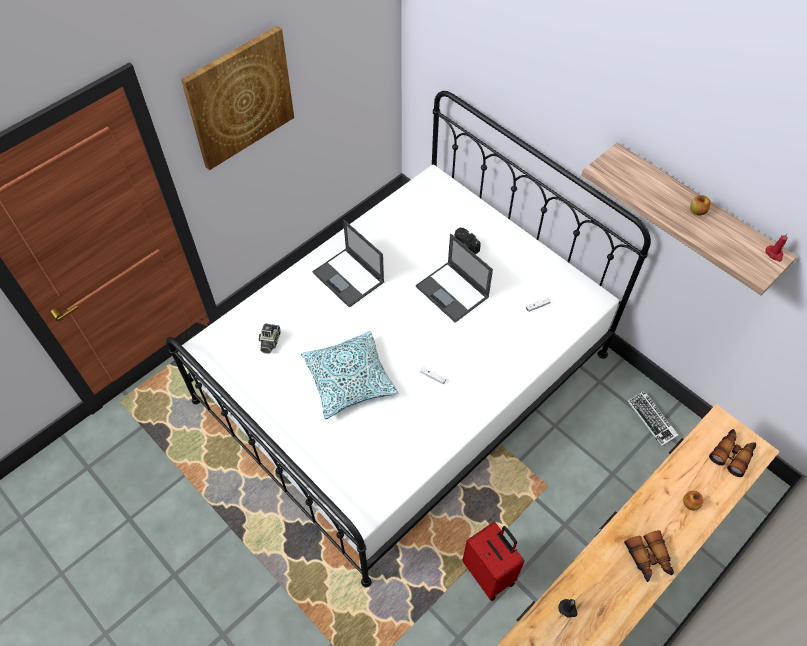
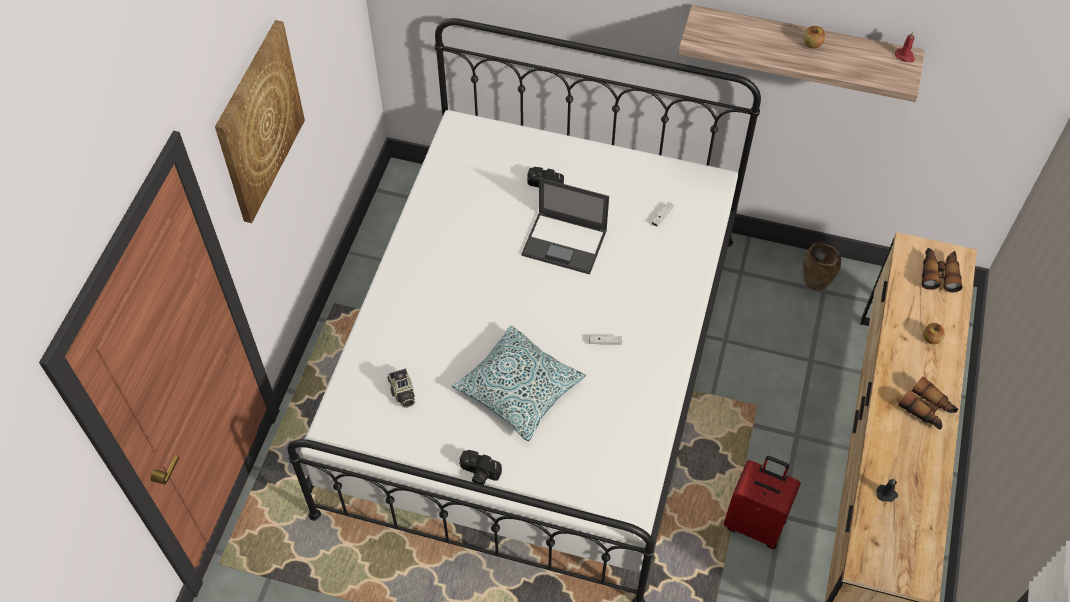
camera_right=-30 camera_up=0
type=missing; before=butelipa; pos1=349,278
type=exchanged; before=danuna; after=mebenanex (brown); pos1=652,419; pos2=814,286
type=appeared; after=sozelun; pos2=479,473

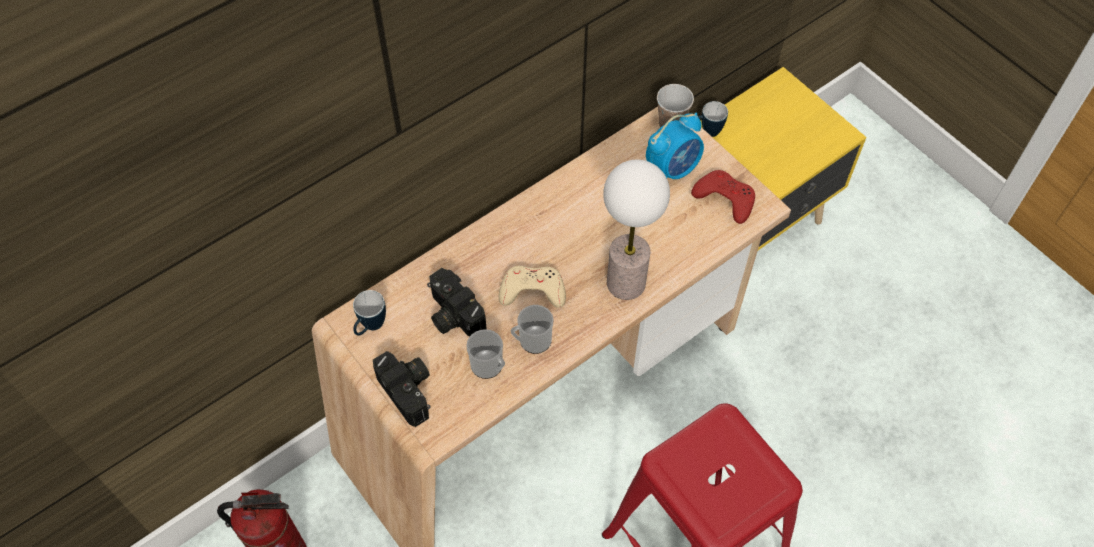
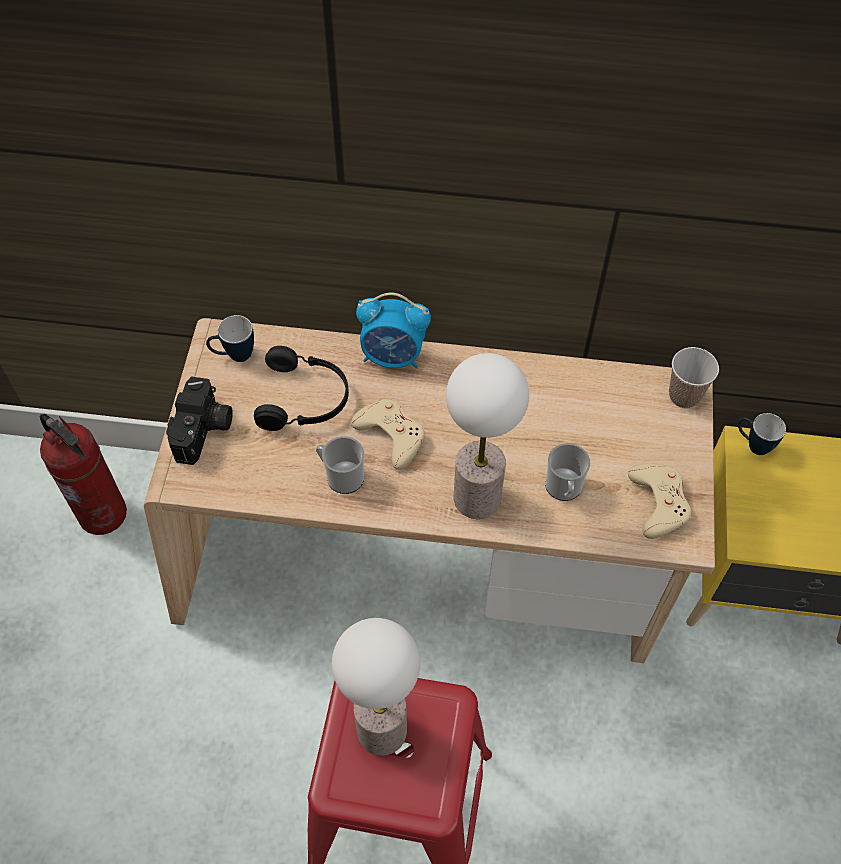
camera_right=45 camera_up=0
type=relocated; before=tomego; pos1=673,169; pos2=393,356
type=colour; before=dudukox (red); after=dudukox (beige); pos1=725,198; pos2=658,502
type=exchanged; before=sozelun; after=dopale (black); pos1=451,314; pos2=305,399
type=relocated; before=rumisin; pos1=489,367; pos2=563,489
type=appeared; after=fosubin; pos2=382,731

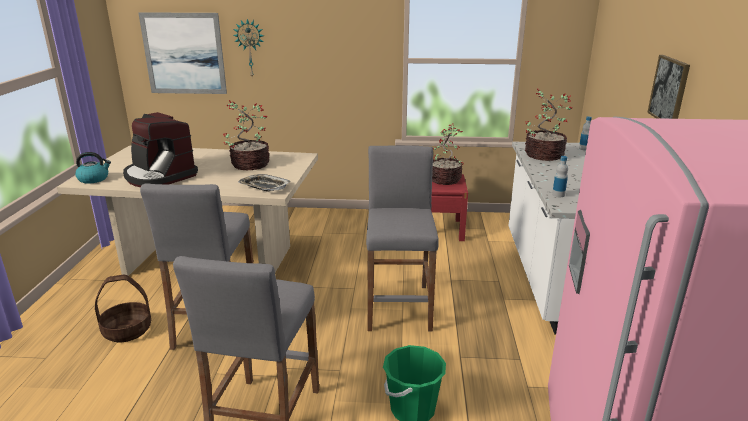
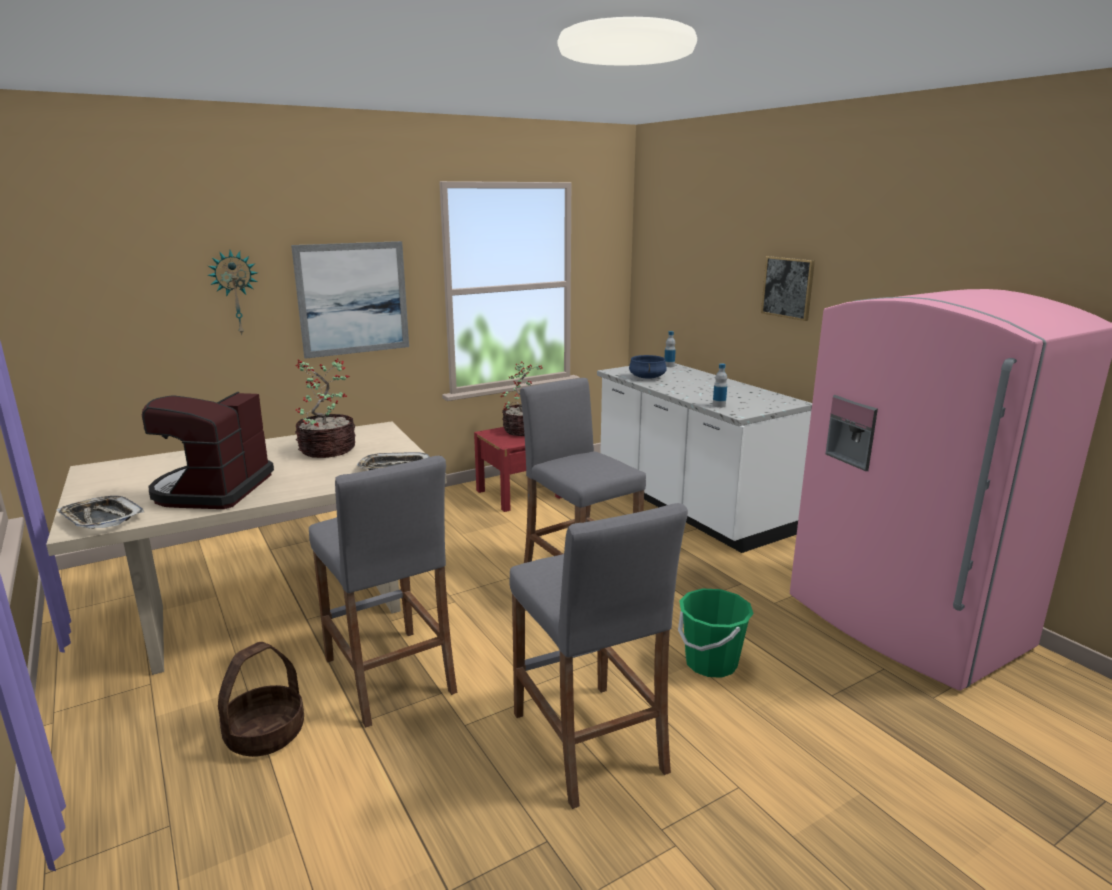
camera_right=-35 camera_up=-5
type=relocated; before=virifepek; pos1=184,54; pos2=353,298
type=exchanged; before=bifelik; after=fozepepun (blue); pos1=542,155; pos2=646,377
type=spun; before=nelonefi; pos1=159,176; pos2=212,490; turn=90
type=exchanged; before=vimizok; after=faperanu; pos1=94,179; pos2=101,518

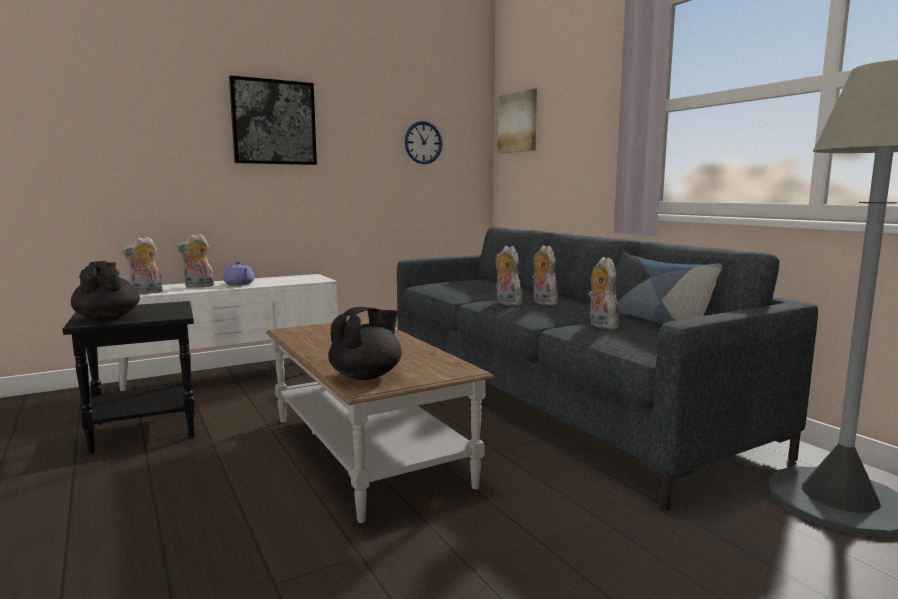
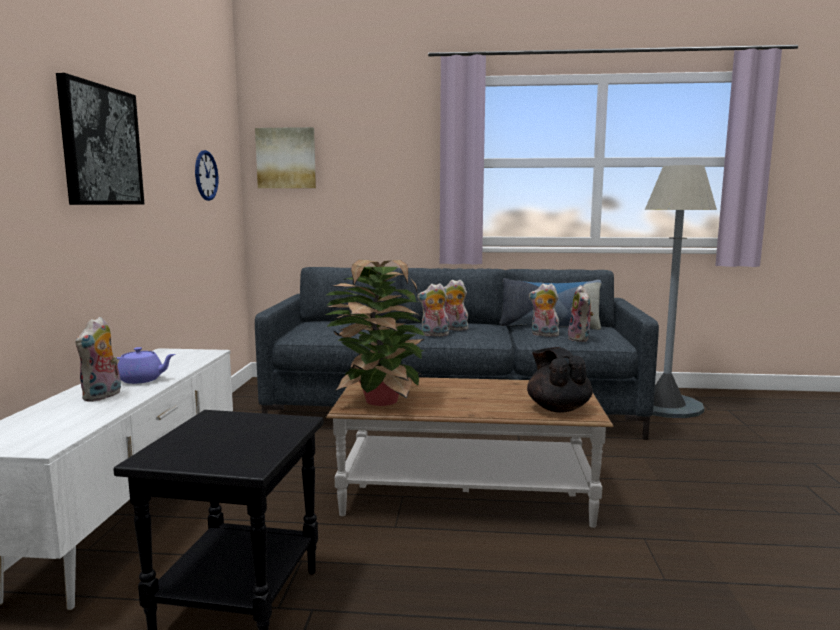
camera_right=-55 camera_up=0
type=relocated; before=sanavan; pos1=146,292; pos2=580,339
type=missing; before=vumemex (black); pos1=107,318
type=appeared; after=bifelik; pos2=378,401

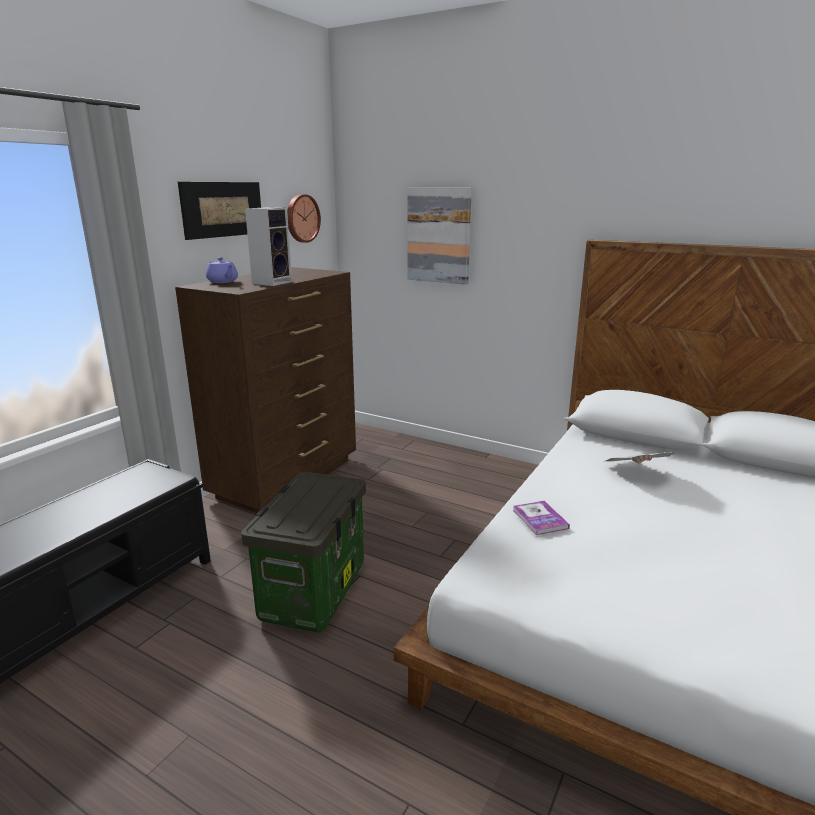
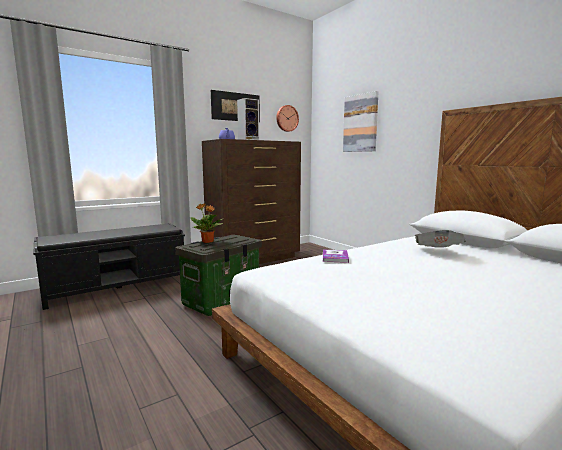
camera_right=25 camera_up=-10
type=appeared; after=bifelik; pos2=208,242

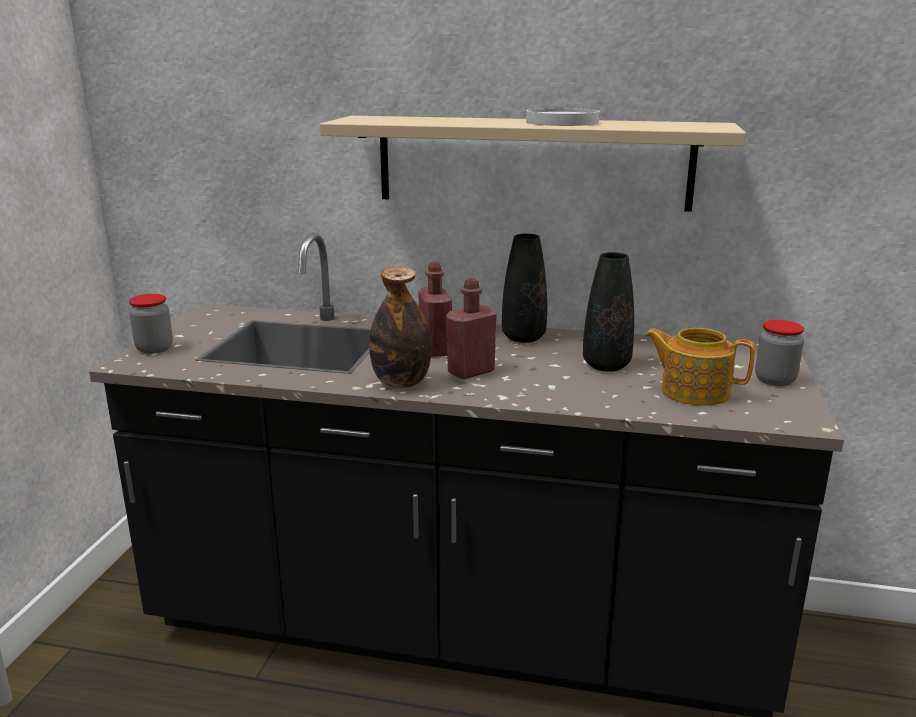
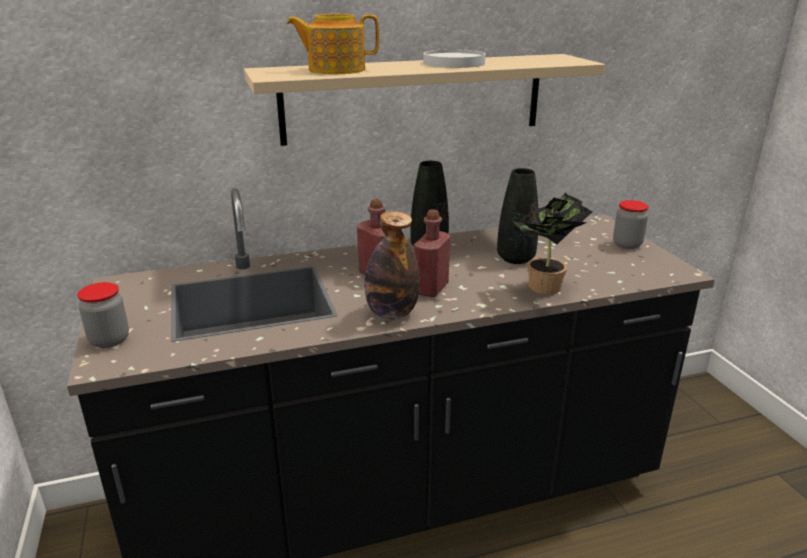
camera_right=-30 camera_up=5
type=relocated; before=vumemex; pos1=693,391; pos2=335,69
type=appeared; after=bifelik; pos2=545,289

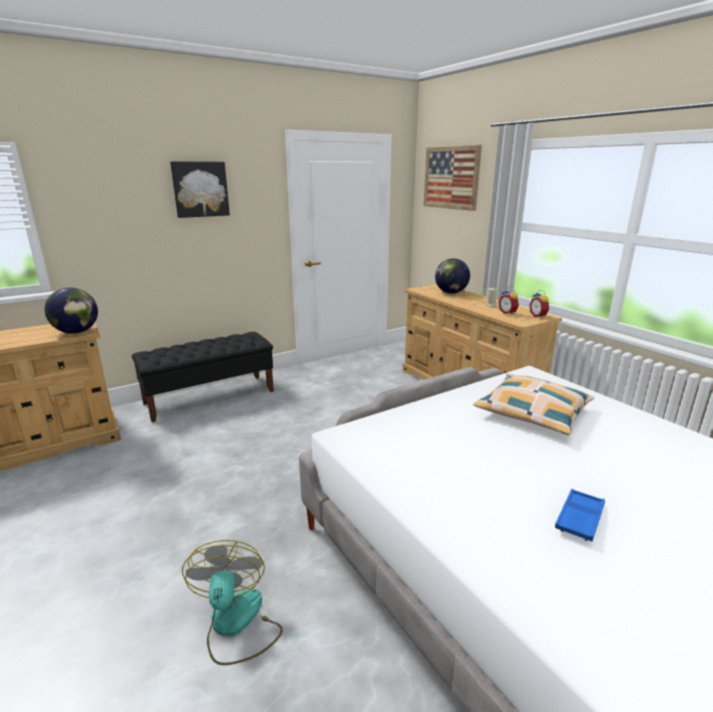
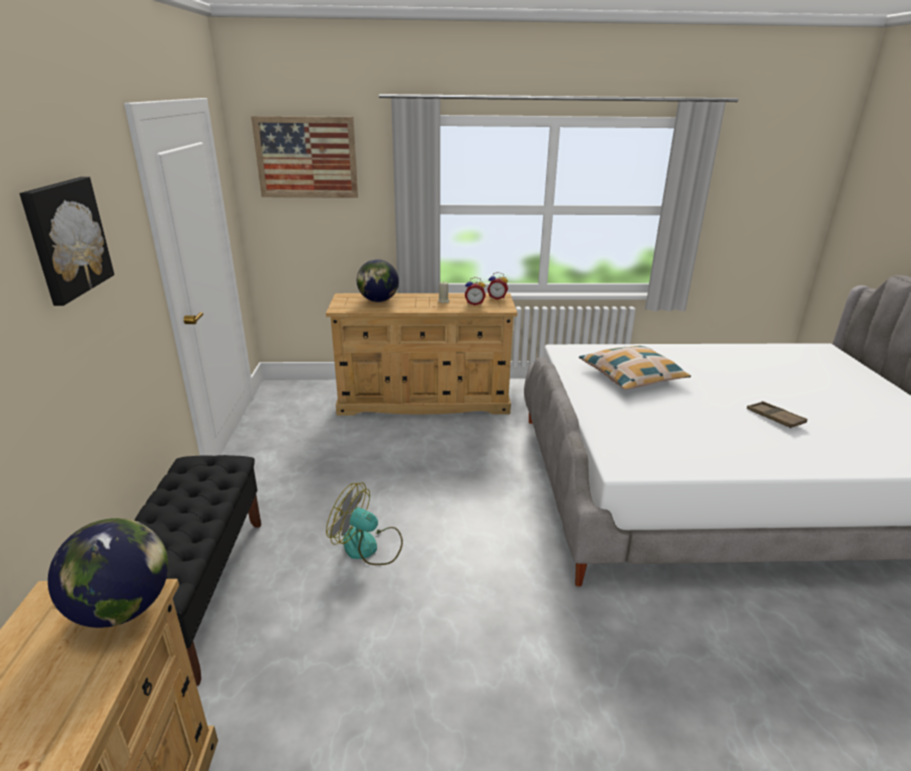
camera_right=-60 camera_up=5
type=colour; before=faperanu (blue); after=faperanu (brown); pos1=579,518; pos2=774,418
type=relocated; before=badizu; pos1=236,625; pos2=368,547

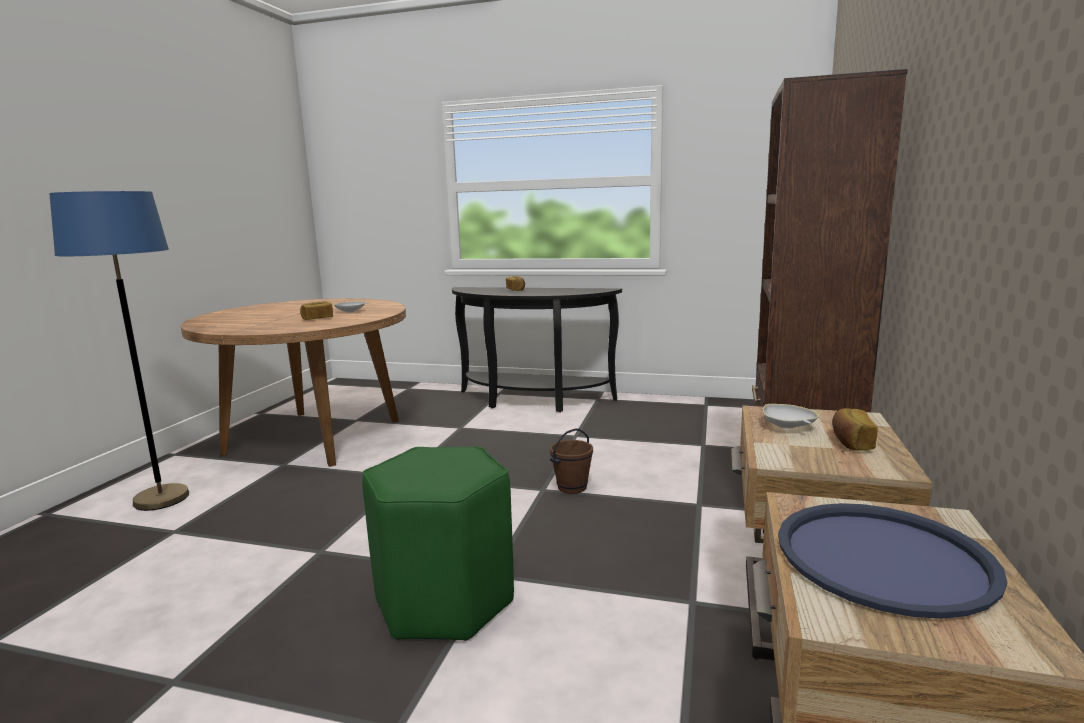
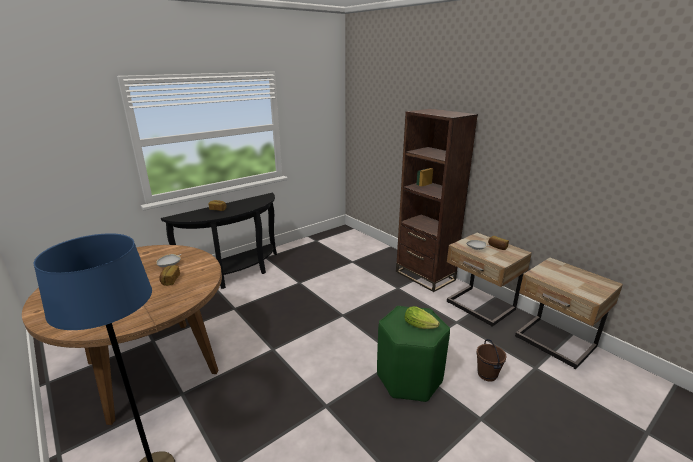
camera_right=-55 camera_up=10
type=relocated; before=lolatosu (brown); pos1=572,488; pos2=487,374
type=missing; before=faperanu (blue); pos1=883,558
type=appeared; after=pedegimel; pos2=421,326

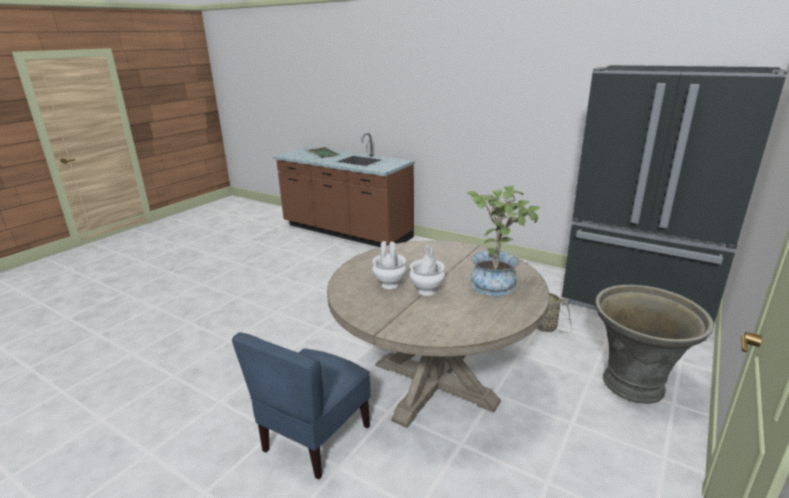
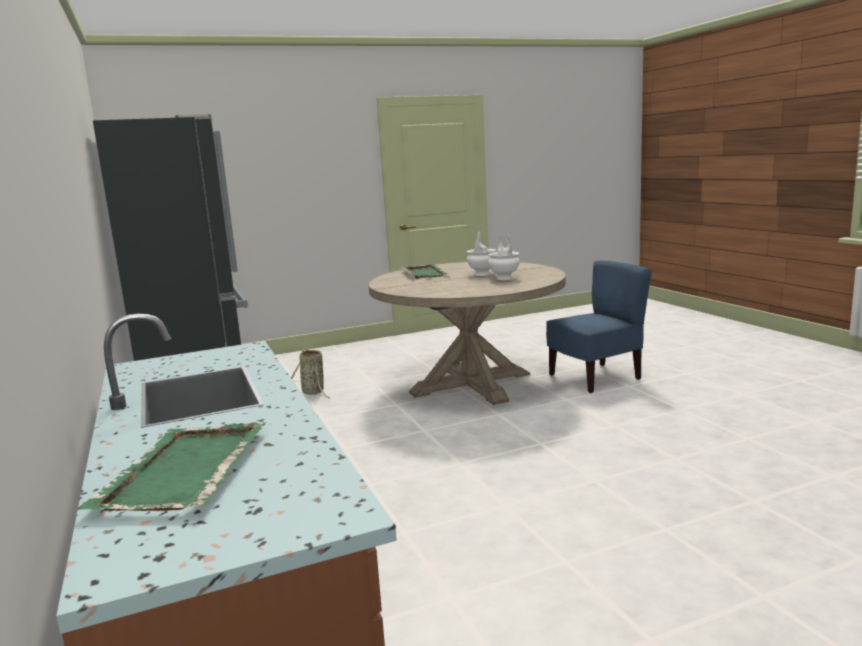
camera_right=-145 camera_up=-10
type=exchanged; before=bifelik; after=faperanu (green); pos1=497,283; pos2=424,273
type=missing; before=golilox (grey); pos1=635,385

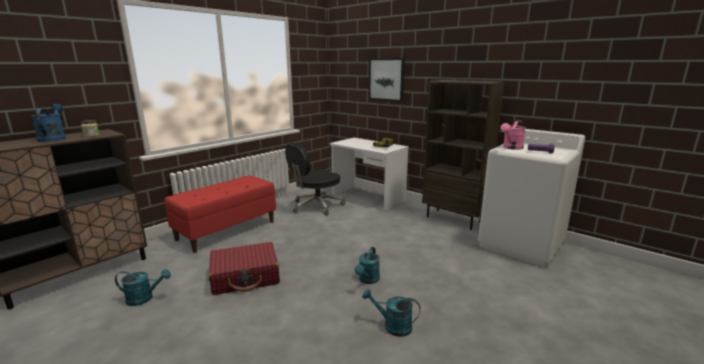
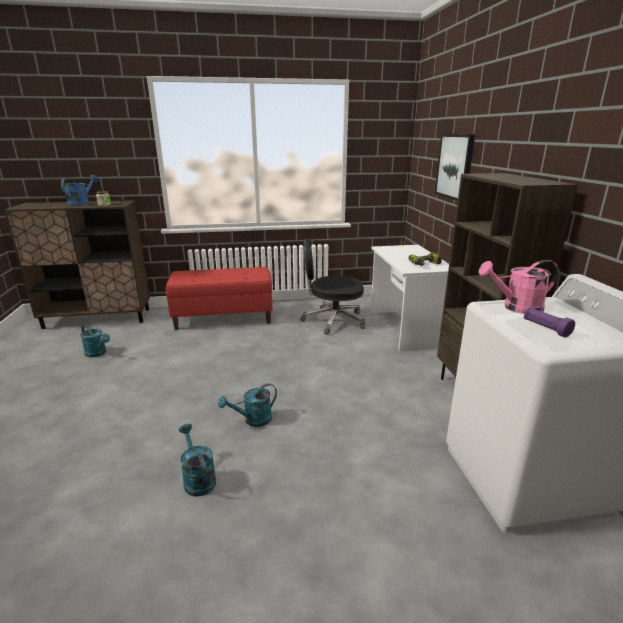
camera_right=40 camera_up=5
type=missing; before=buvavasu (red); pos1=245,277

